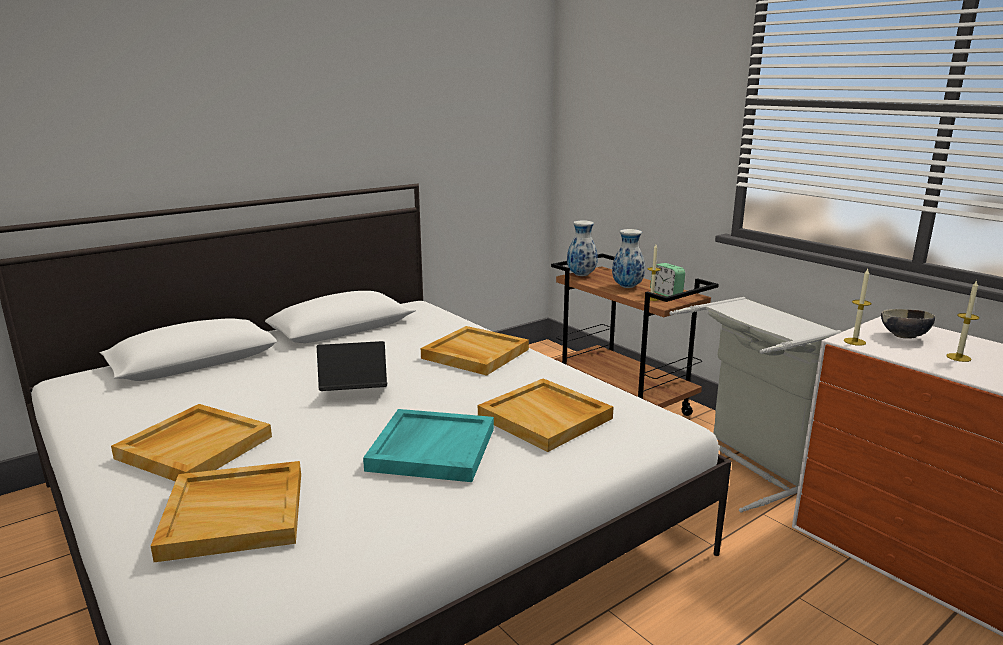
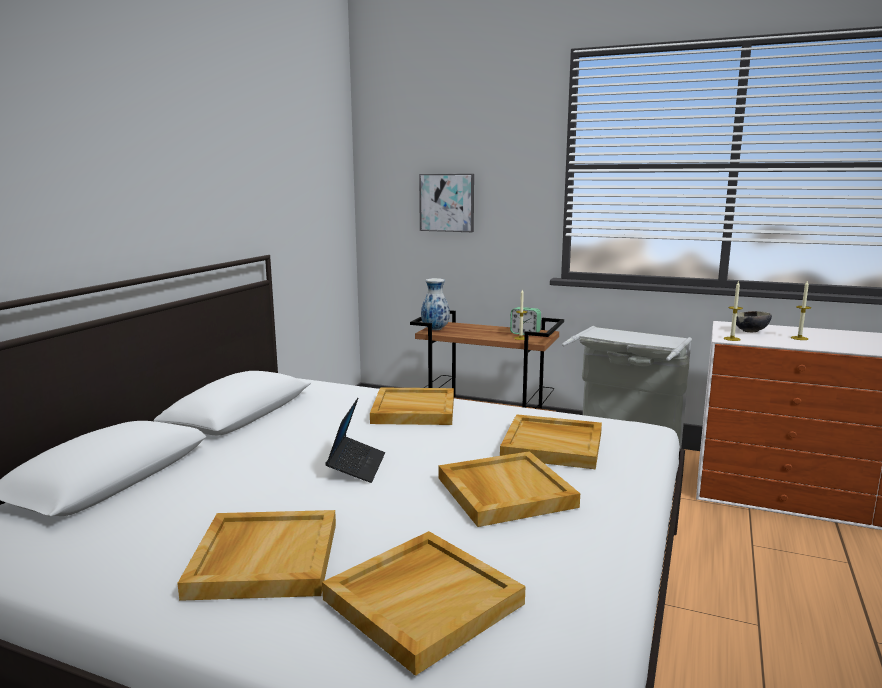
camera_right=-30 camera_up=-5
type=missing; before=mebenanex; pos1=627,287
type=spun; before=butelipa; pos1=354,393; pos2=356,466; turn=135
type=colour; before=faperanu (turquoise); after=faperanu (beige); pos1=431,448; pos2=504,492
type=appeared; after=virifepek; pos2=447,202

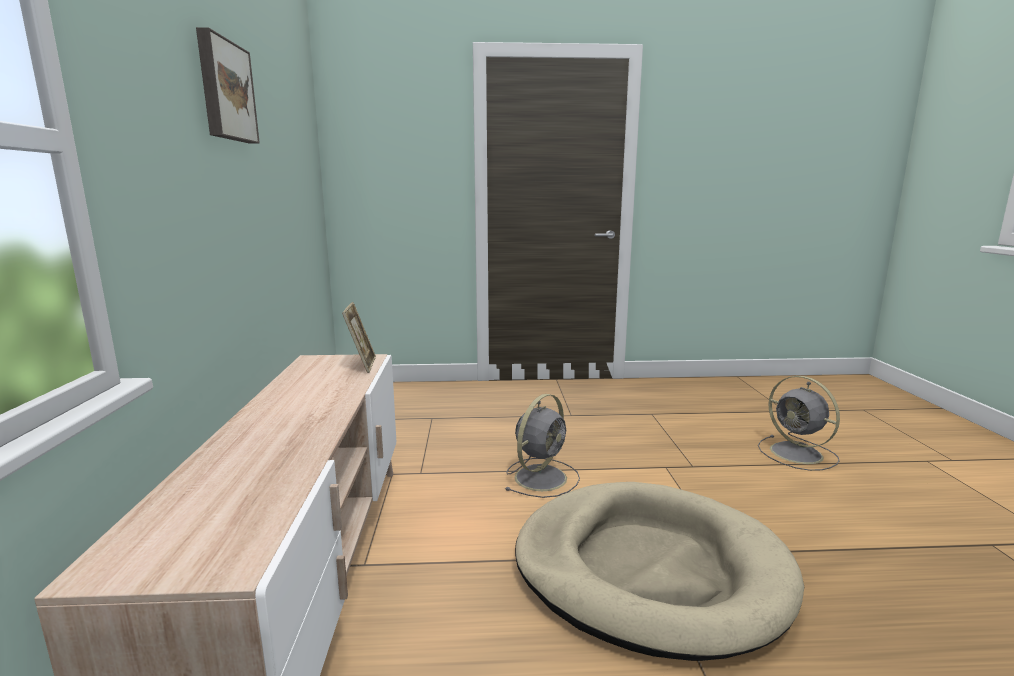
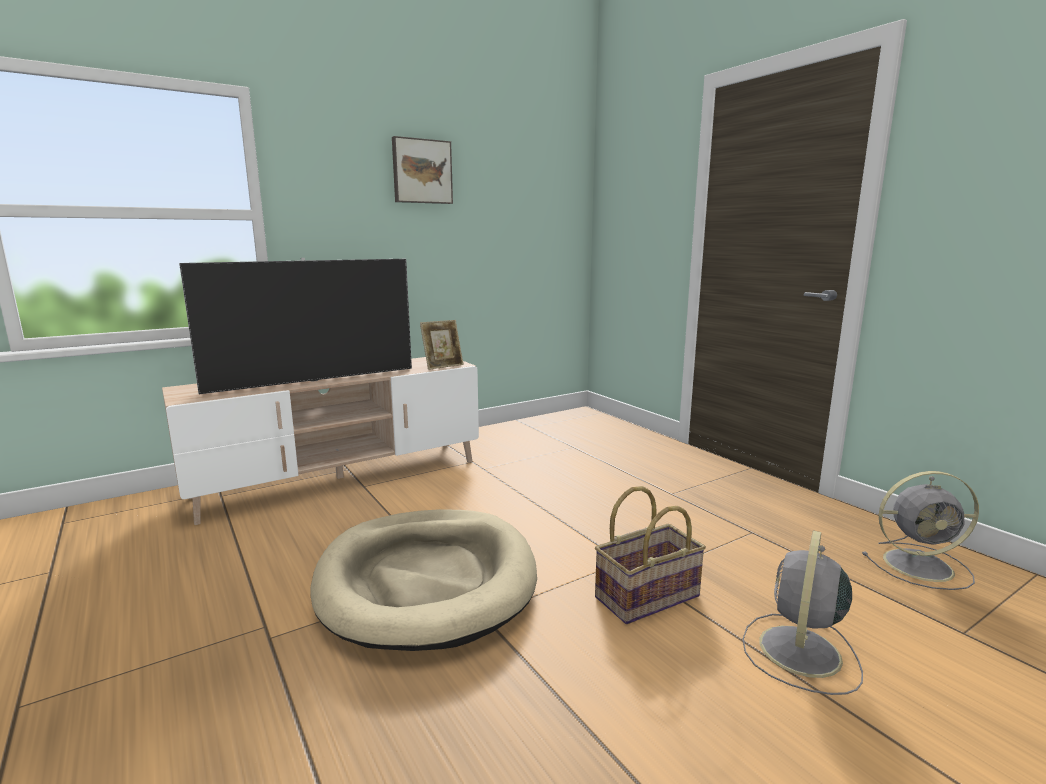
camera_right=60 camera_up=0
type=relocated; before=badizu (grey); pos1=542,477; pos2=921,565
type=appeared; after=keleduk; pos2=314,380
type=appeared; after=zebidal; pos2=646,596

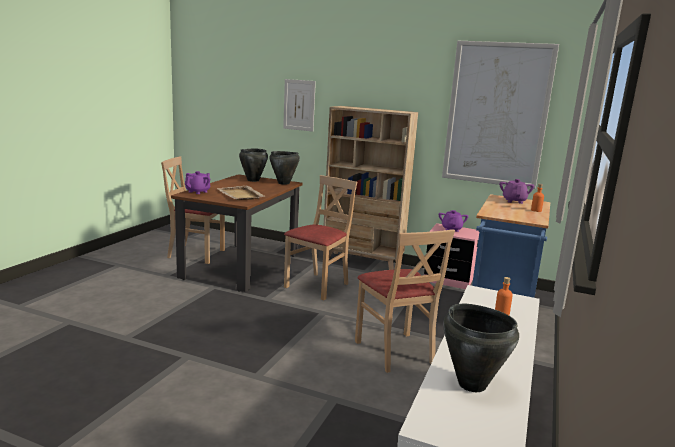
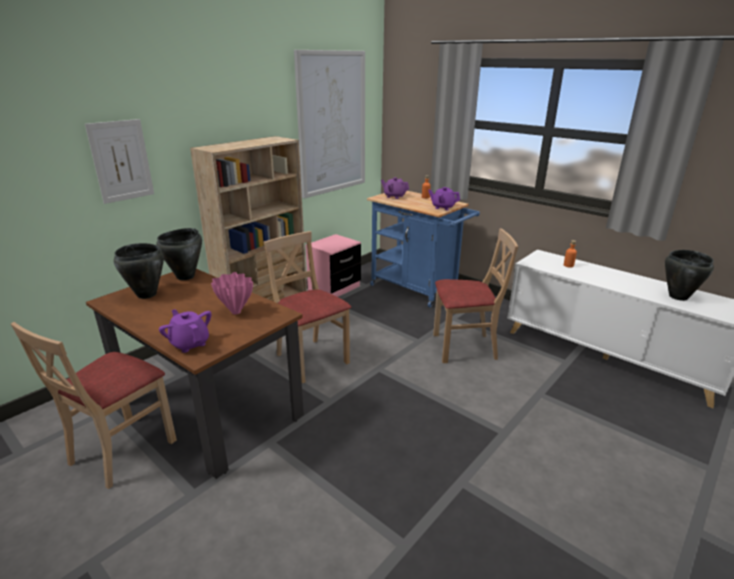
camera_right=-70 camera_up=10
type=exchanged; before=faperanu (beige); after=mebenanex (pink); pos1=240,195; pos2=235,312
type=relocated; before=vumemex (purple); pos1=451,229; pos2=443,207

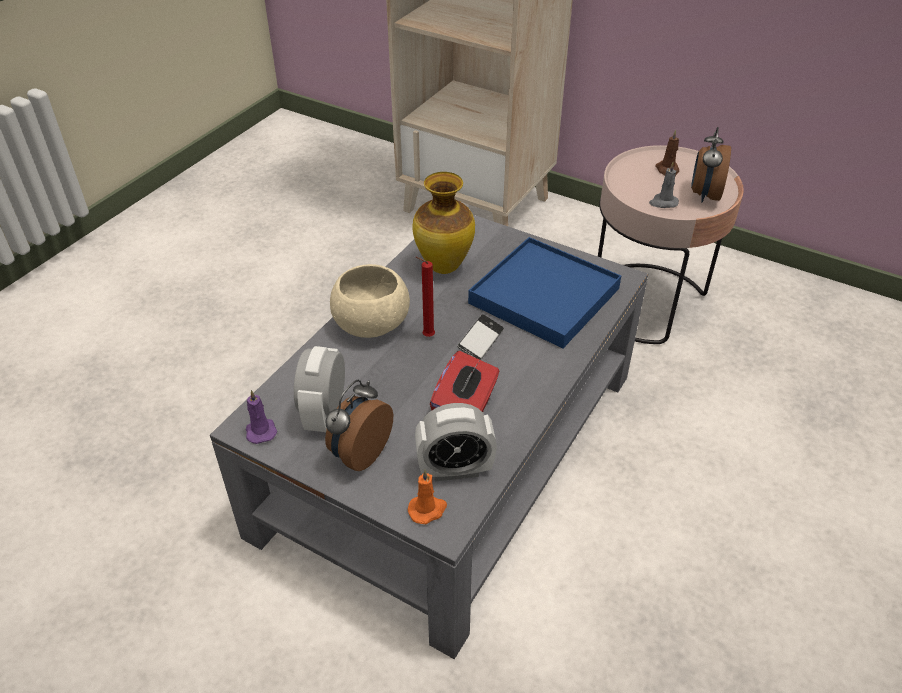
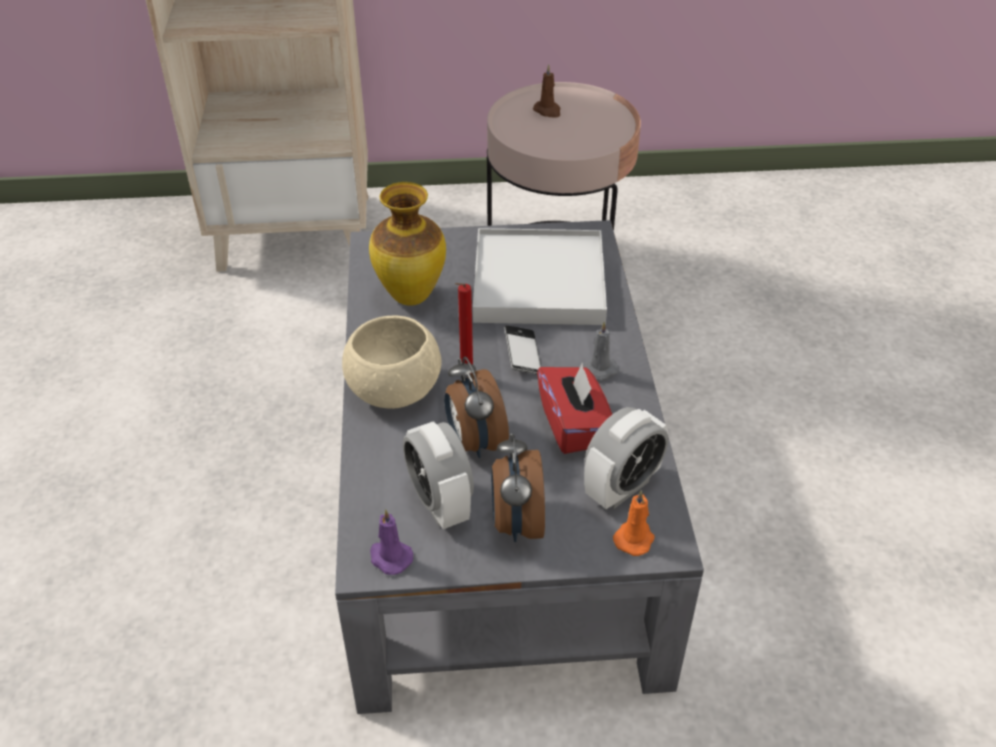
camera_right=-35 camera_up=0
type=relocated; before=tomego; pos1=704,194; pos2=474,442
type=relocated; before=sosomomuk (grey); pos1=663,202; pos2=598,371
type=colour; before=faperanu (blue); after=faperanu (white); pos1=543,296; pos2=538,283

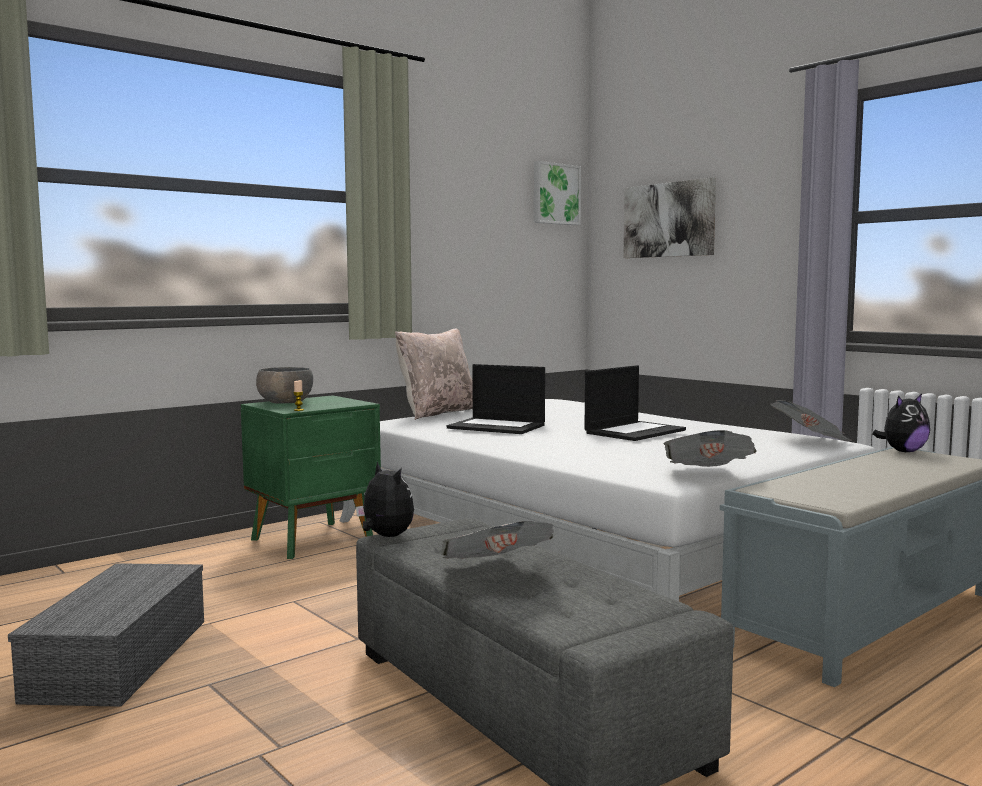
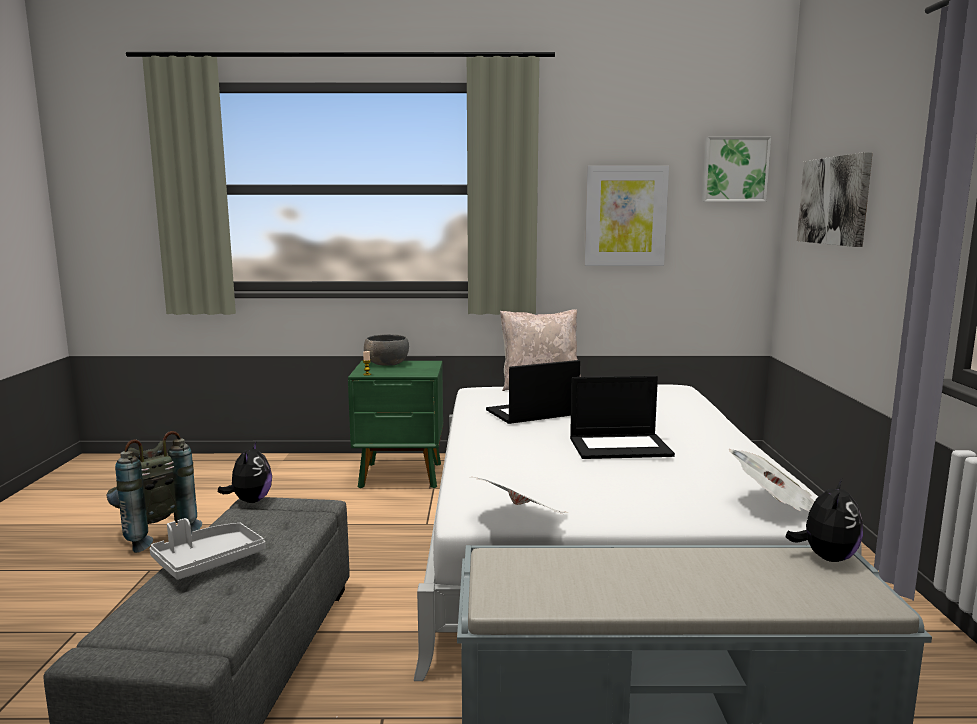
camera_right=40 camera_up=5
type=spun; before=butelipa; pos1=498,426; pos2=531,413; turn=90
type=spun; before=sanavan; pos1=903,451; pos2=826,557; turn=-75
type=exchanged; before=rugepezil; after=faperanu (grey); pos1=496,574; pos2=208,561
type=exchanged; before=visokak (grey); after=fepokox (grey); pos1=120,660; pos2=152,534
type=appeared; after=virifepek; pos2=625,216

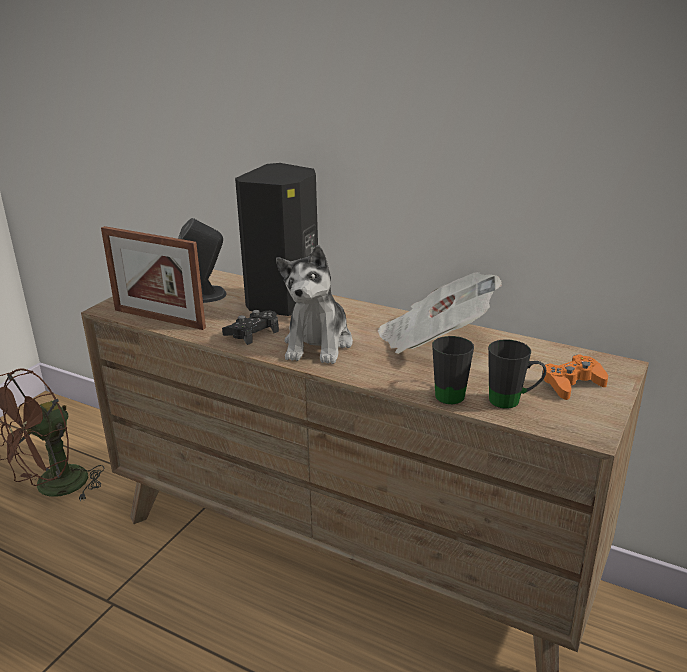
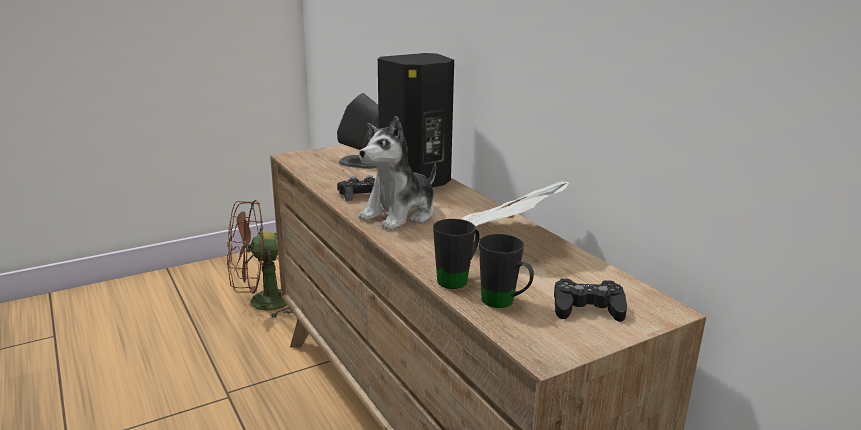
camera_right=30 camera_up=-5
type=missing; before=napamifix; pos1=159,319
type=colour; before=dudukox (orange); after=dudukox (black); pos1=572,383; pos2=587,308

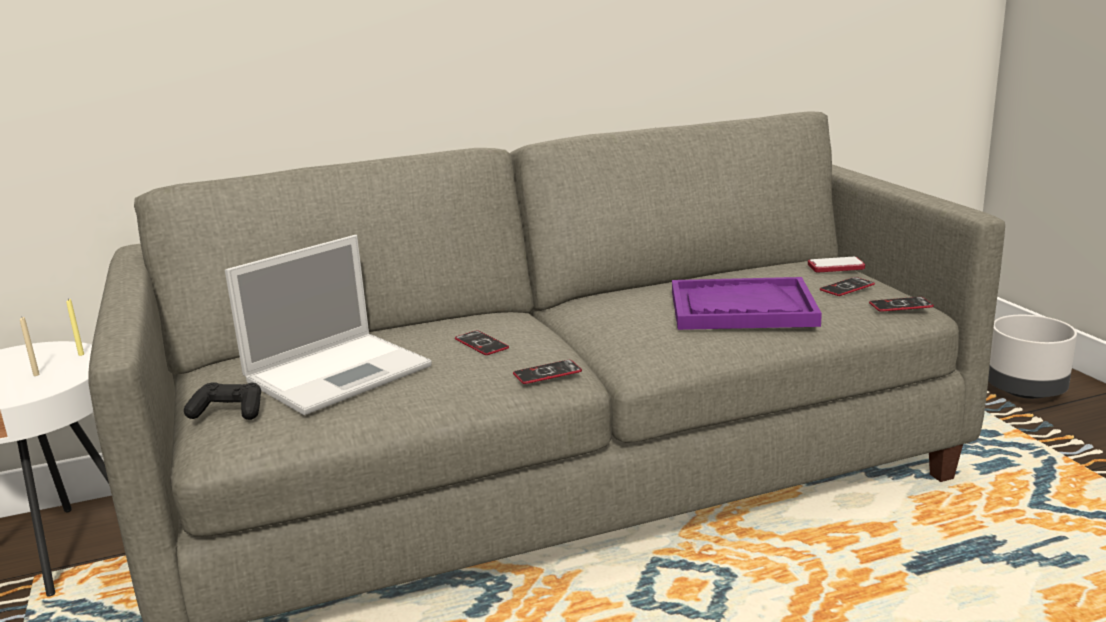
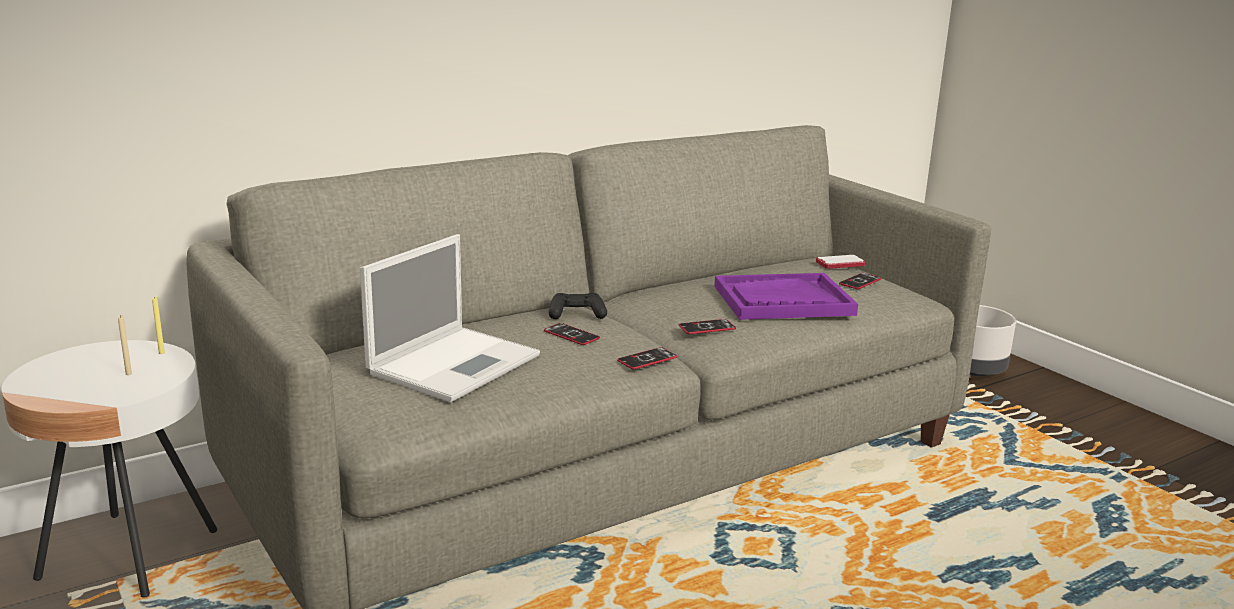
camera_right=-15 camera_up=0
type=relocated; before=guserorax; pos1=900,305; pos2=707,328
type=relocated; before=dudukox (black); pos1=228,412; pos2=577,314

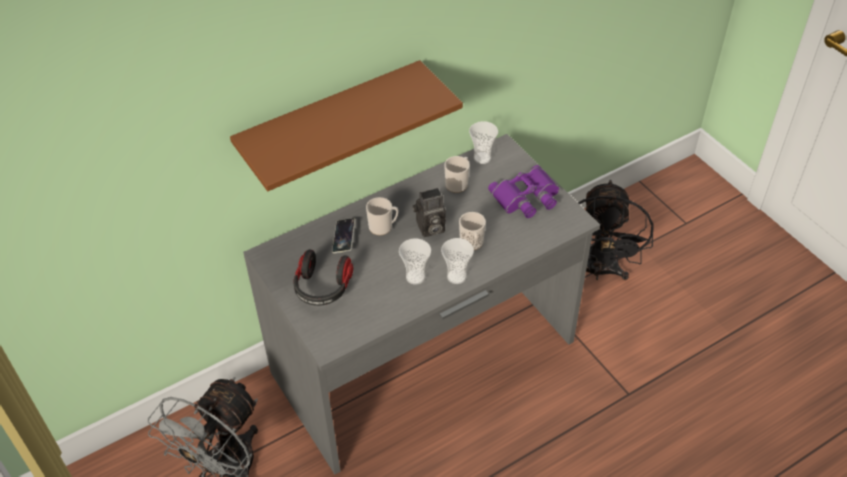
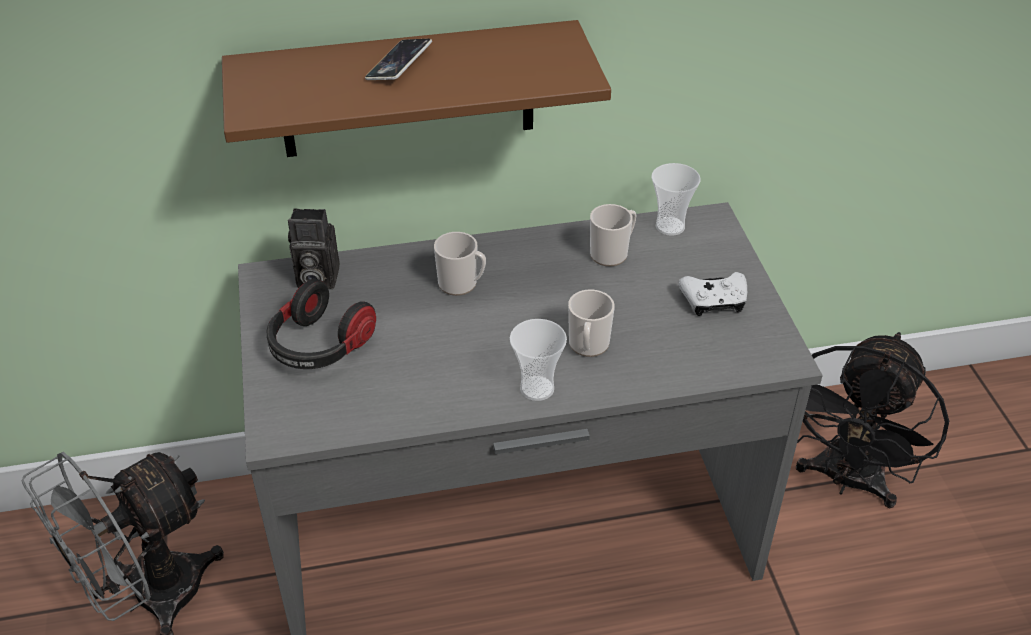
camera_right=20 camera_up=-5
type=exchanged; before=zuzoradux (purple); after=dudukox (white); pos1=526,198; pos2=714,301
type=relocated; before=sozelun; pos1=429,228; pos2=315,278
type=relocated; before=guserorax; pos1=344,237; pos2=399,64
type=missing; before=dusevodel; pos1=415,277

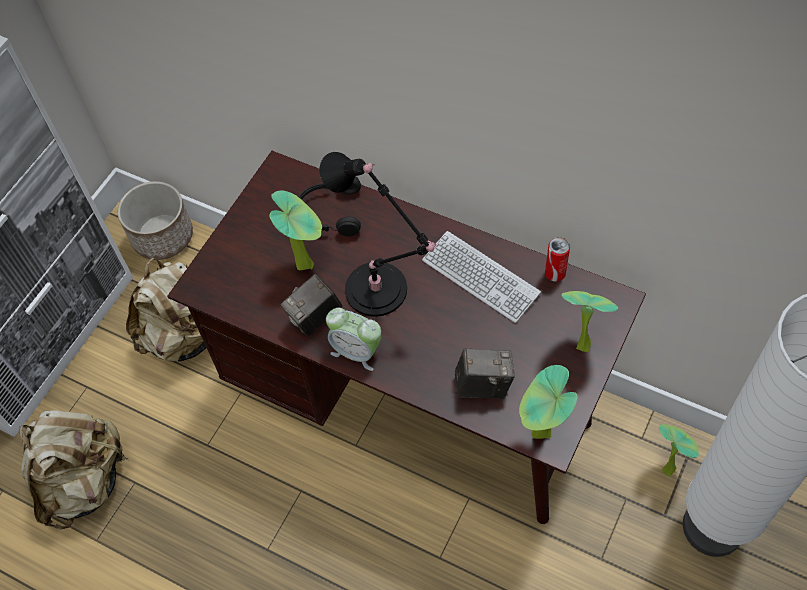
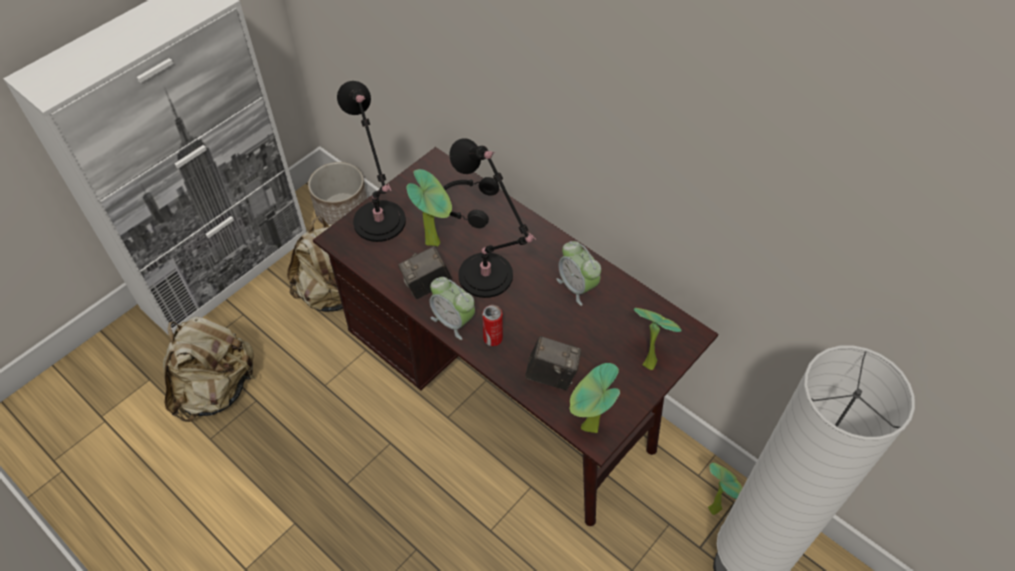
camera_right=10 camera_up=-5
type=exchanged; before=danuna; after=tomego; pos1=480,277; pos2=577,287
type=relocated; before=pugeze; pos1=555,273; pos2=493,338
type=appeared; after=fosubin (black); pos2=380,225

